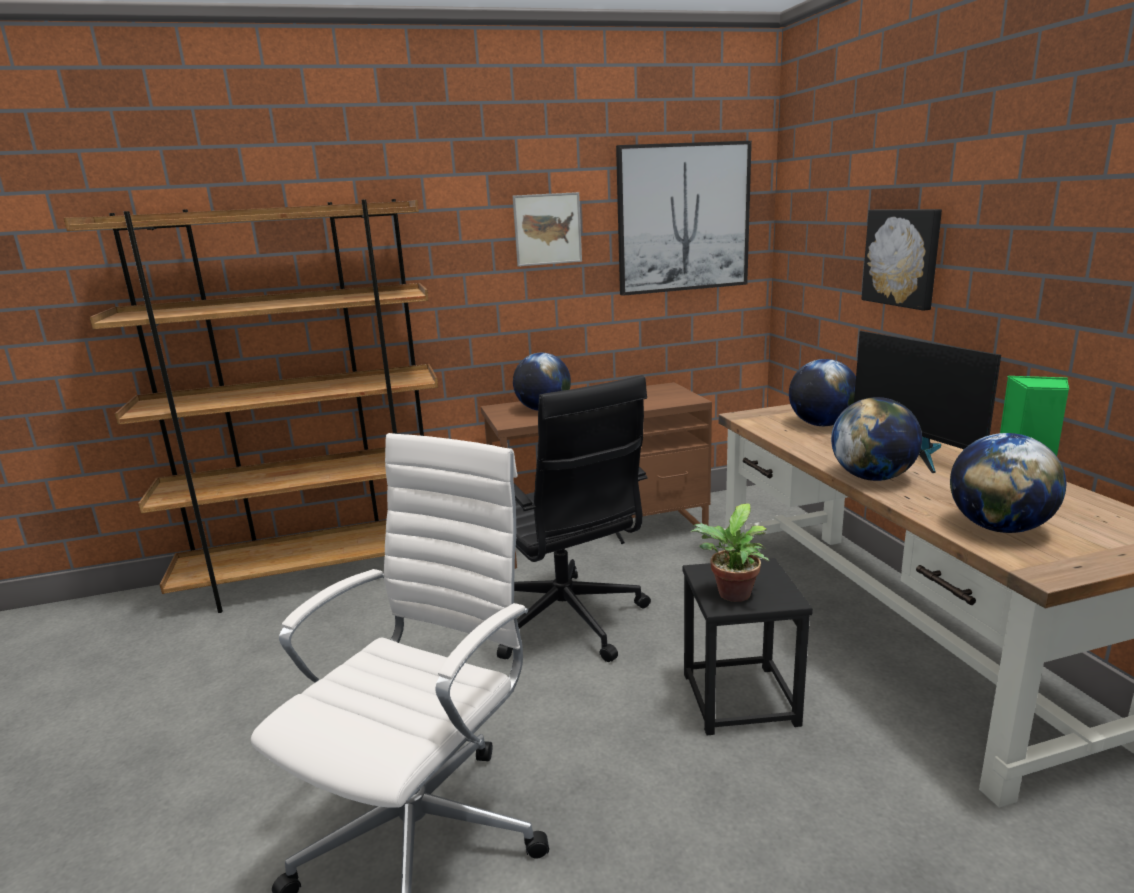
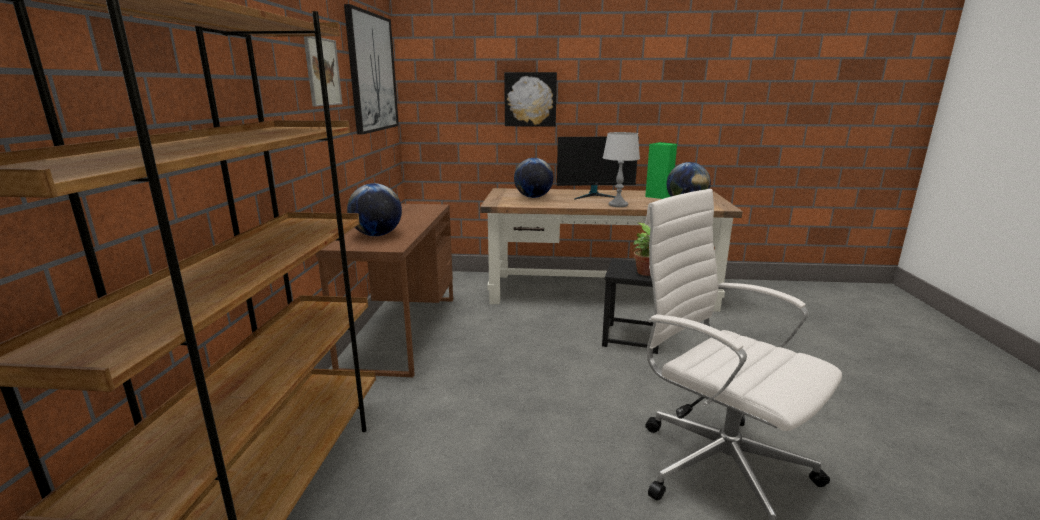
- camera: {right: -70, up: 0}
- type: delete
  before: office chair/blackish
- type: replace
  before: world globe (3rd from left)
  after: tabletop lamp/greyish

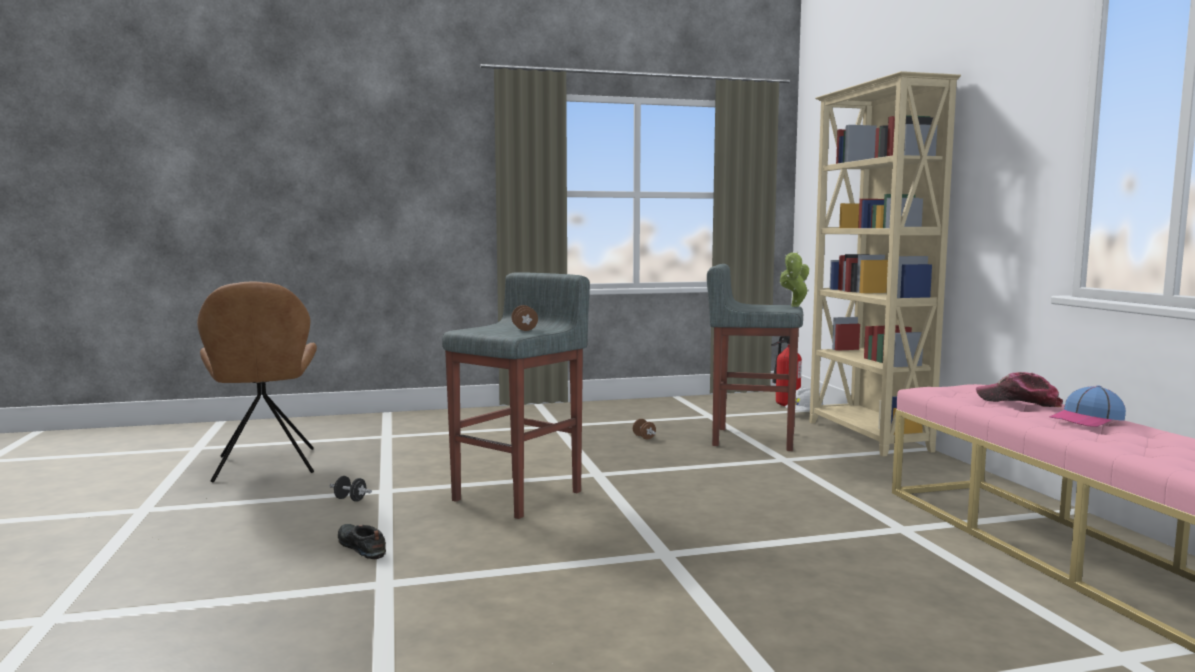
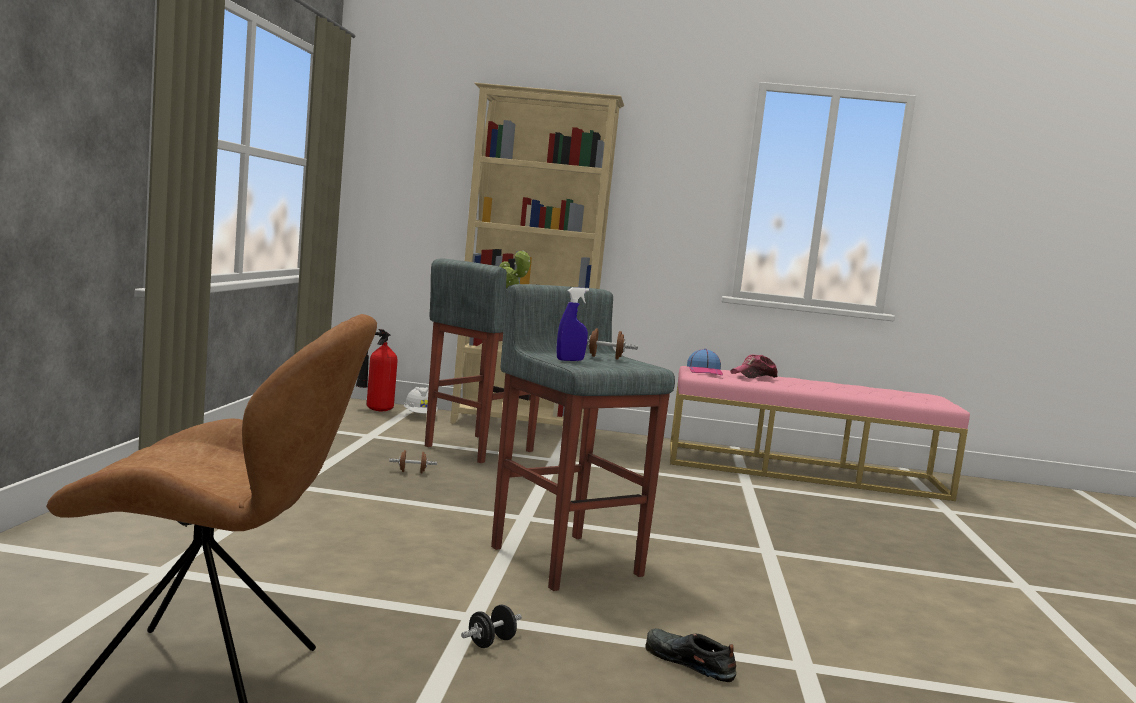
- camera: {right: -70, up: 0}
- type: insert
  after: spray bottle/bluish
- type: move
  before: peaked cap (2nd from left in the first image)
  after: peaked cap (1st from left)
- type: rotate
  before: item of footwear/blackish
  turn: 60

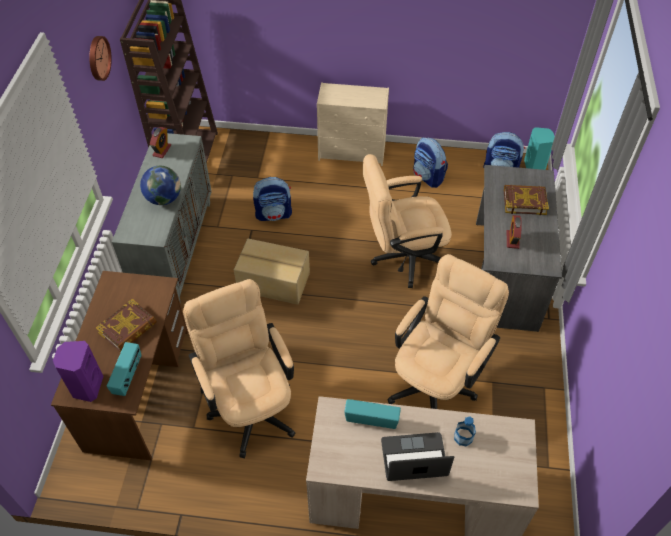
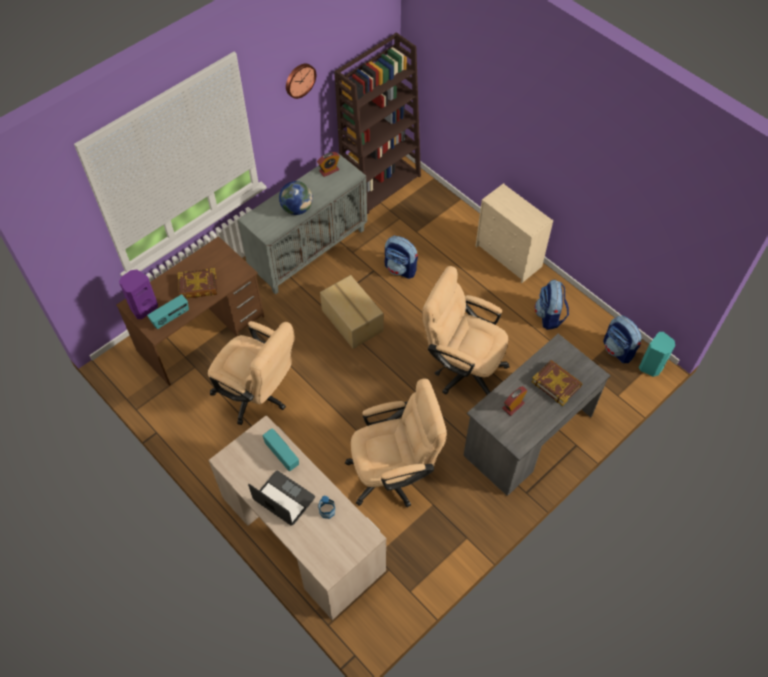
- camera: {right: 40, up: 5}
- type: rotate
  before: office chair/beige (1st from left)
  turn: 105

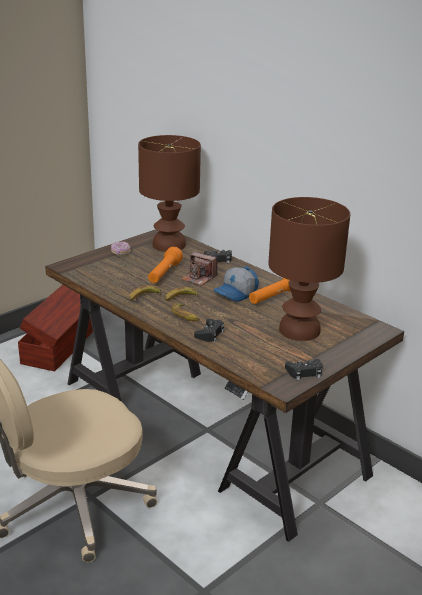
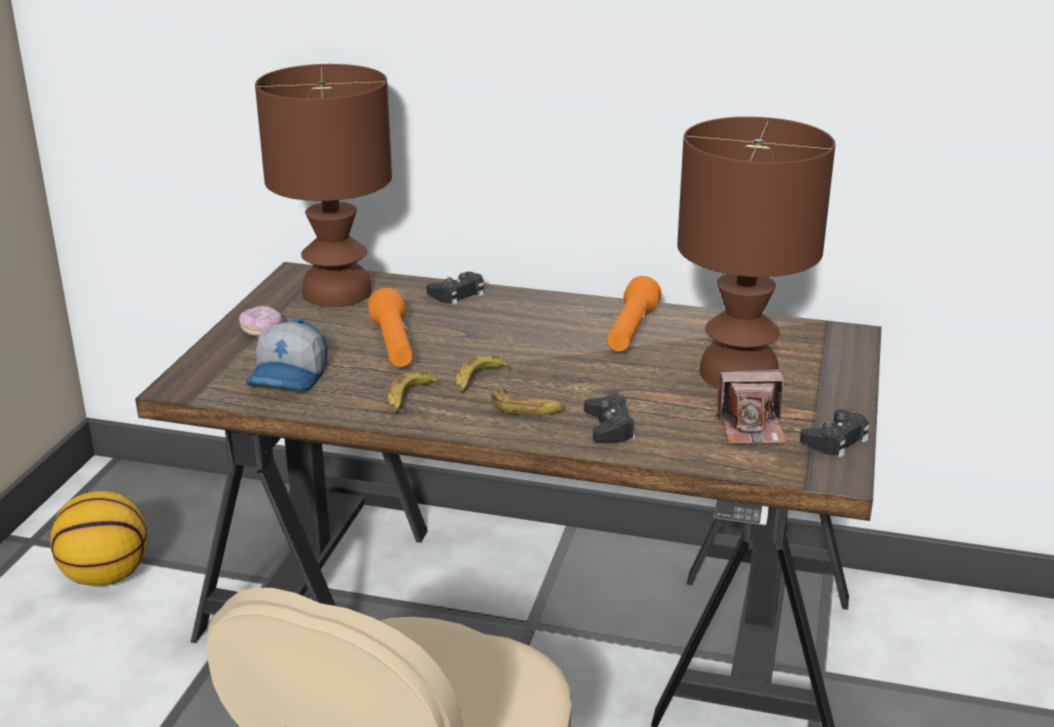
- camera: {right: -30, up: 0}
- type: move
  before: still camera
- type: move
  before: peaked cap
- type: replace
  before: storage box/brownish
  after: ball for basketball

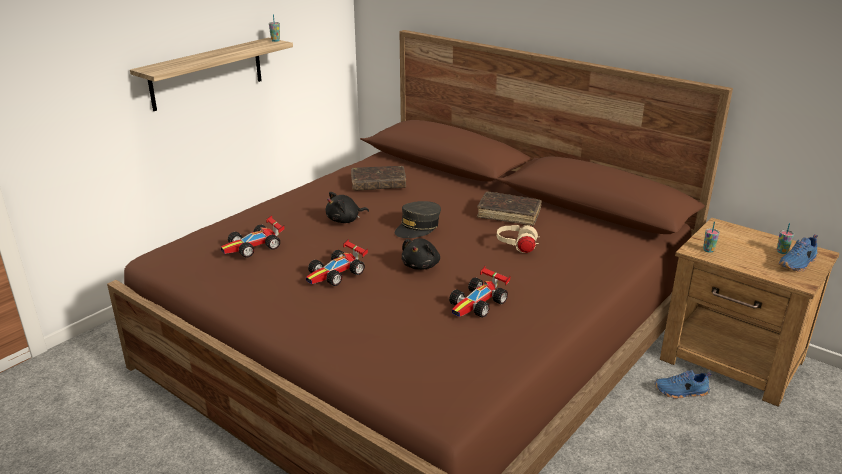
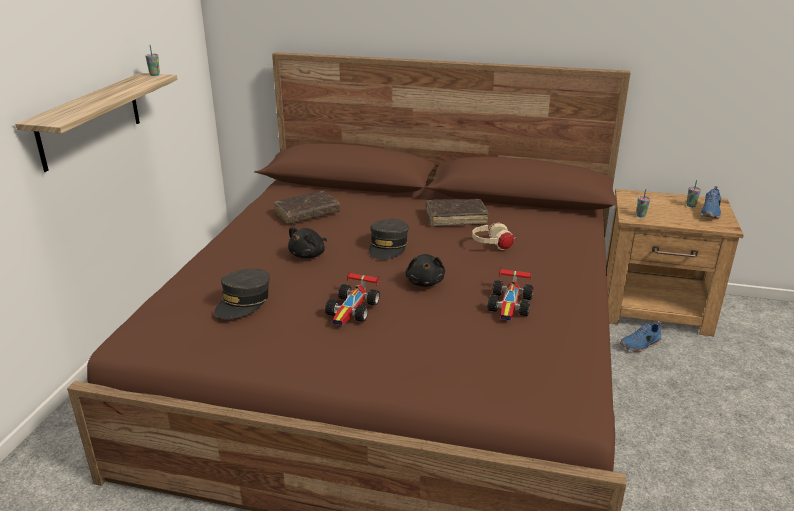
- camera: {right: -25, up: 0}
- type: replace
  before: toy car (1st from left)
  after: peaked cap/greyish (1st from left)

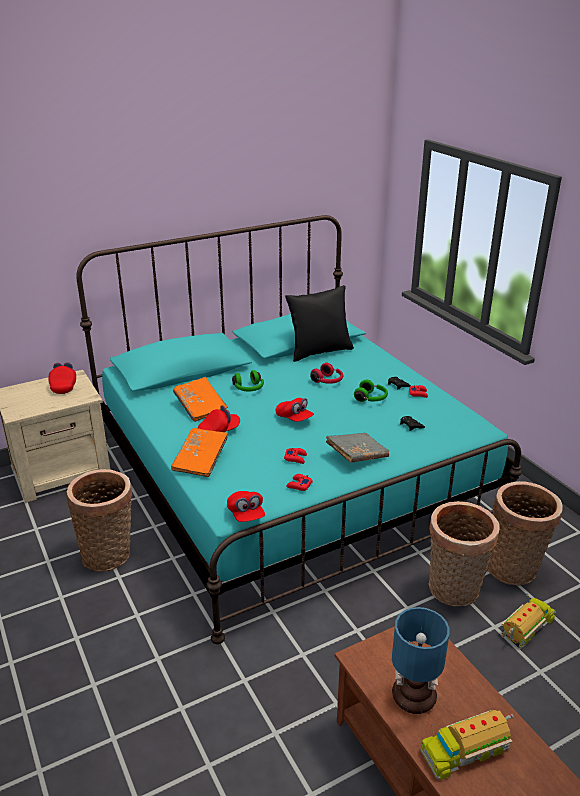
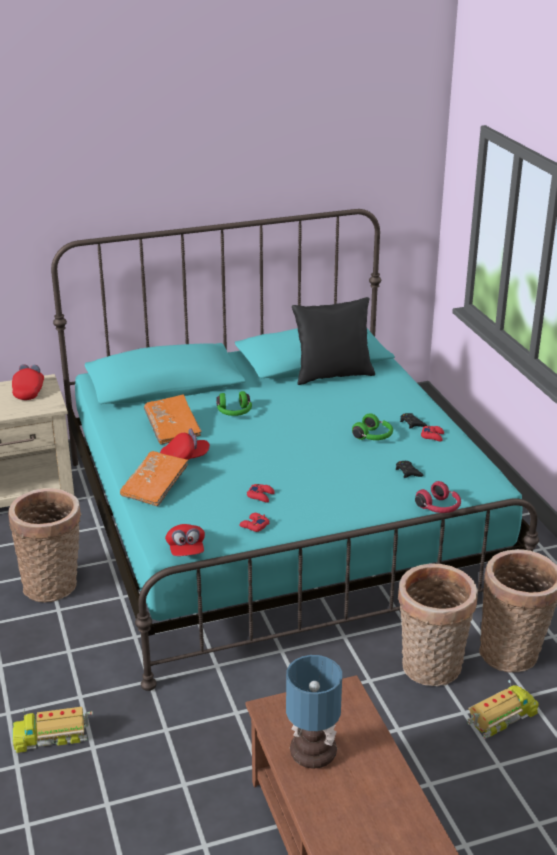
- camera: {right: 10, up: 0}
- type: delete
  before: peaked cap/reddish (4th from left)
- type: delete
  before: bound book/greyish
- type: move
  before: pair of headphones/reddish
- type: move
  before: toy lorry (1st from left)

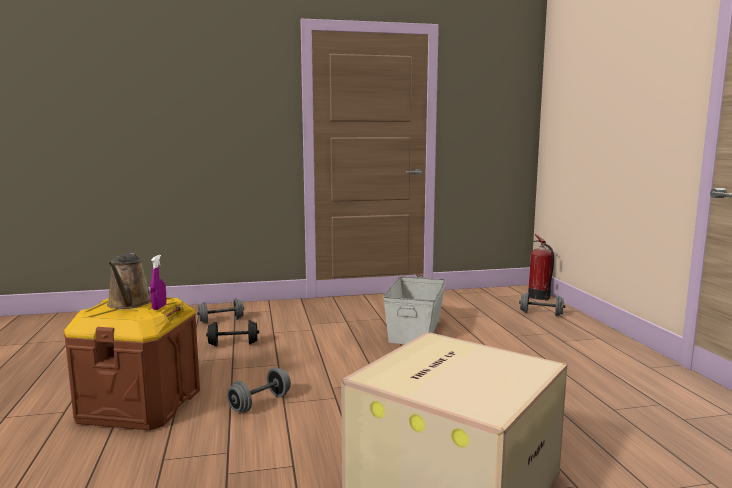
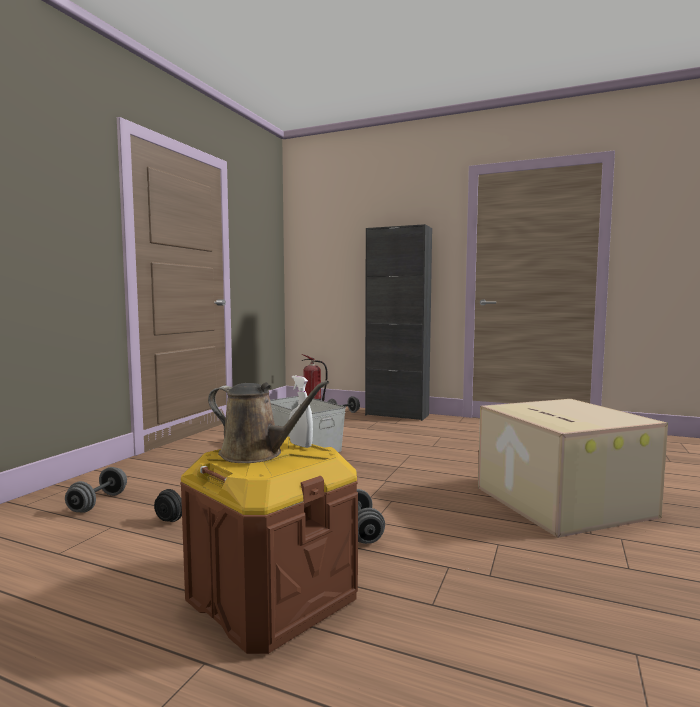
- camera: {right: -55, up: -5}
- type: insert
  after: storage cabinet/blackish
- type: recolor
  before: spray bottle/purplish
  after: spray bottle/whitish

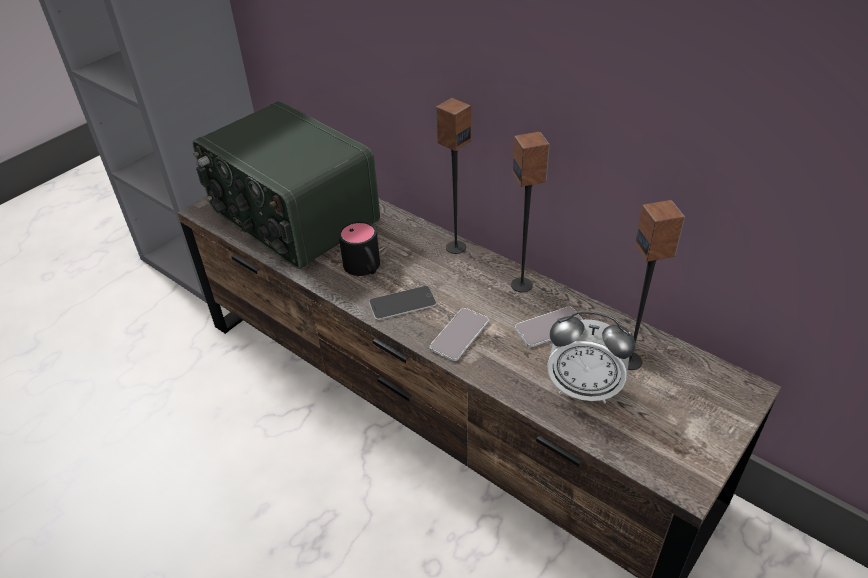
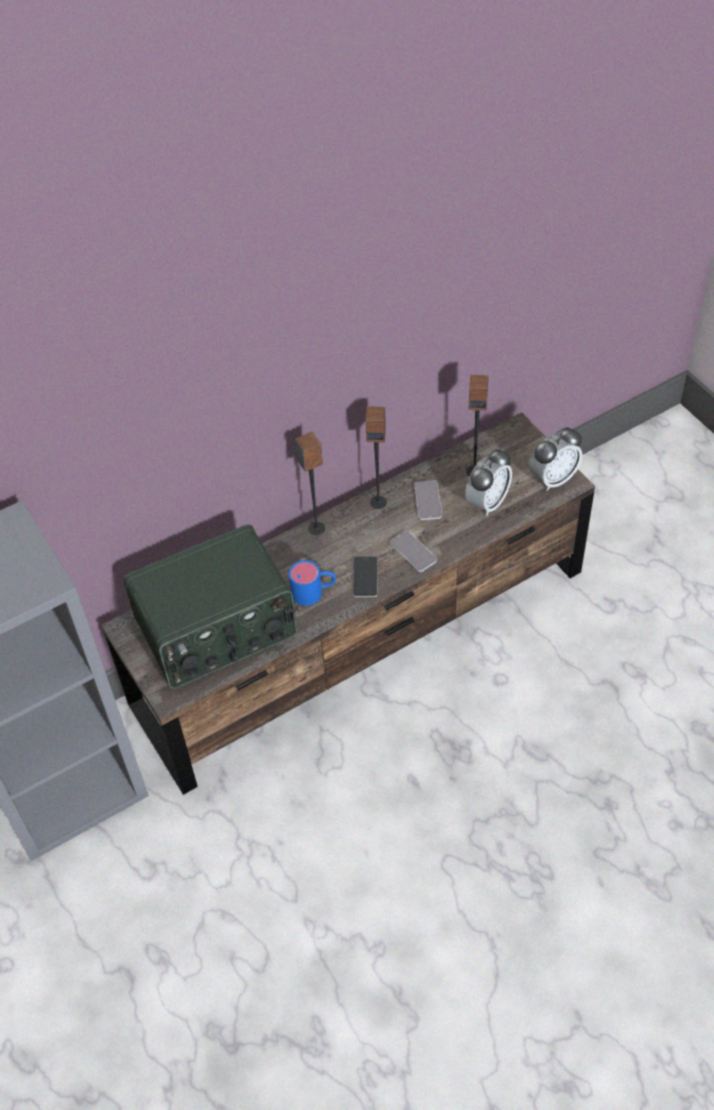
- camera: {right: -70, up: 10}
- type: insert
  after: alarm clock (2nd from left)
- type: recolor
  before: mug/blackish
  after: mug/bluish

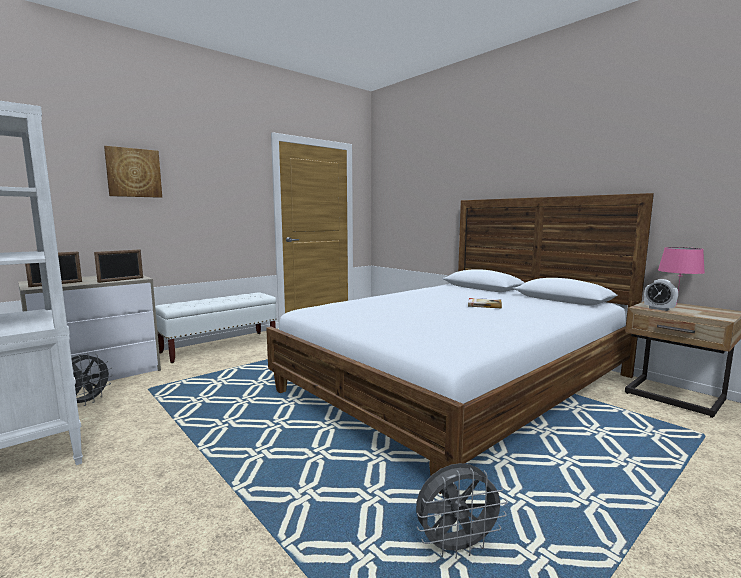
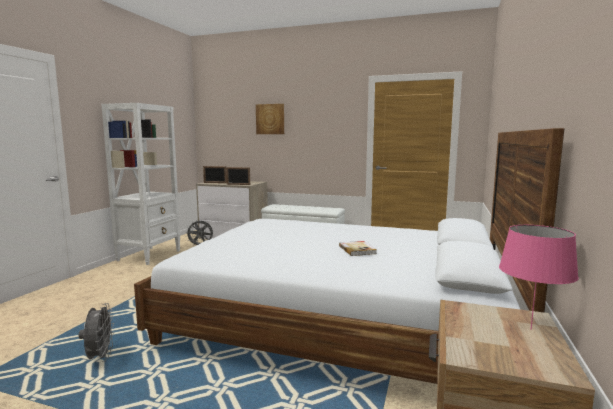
- camera: {right: 60, up: 0}
- type: delete
  before: alarm clock
- type: rotate
  before: fan/greyish (2nd from left in the first image)
  turn: -150

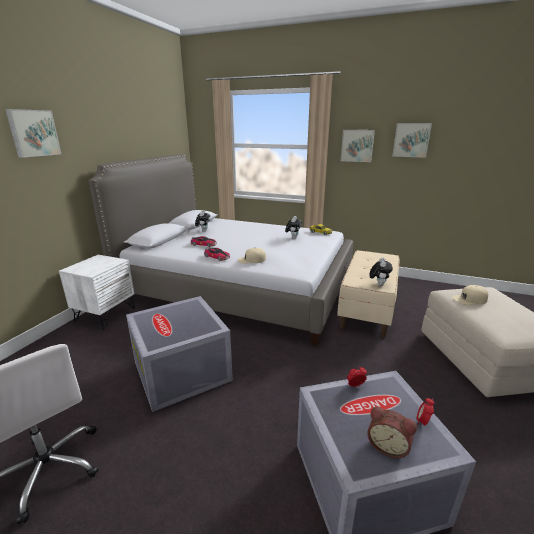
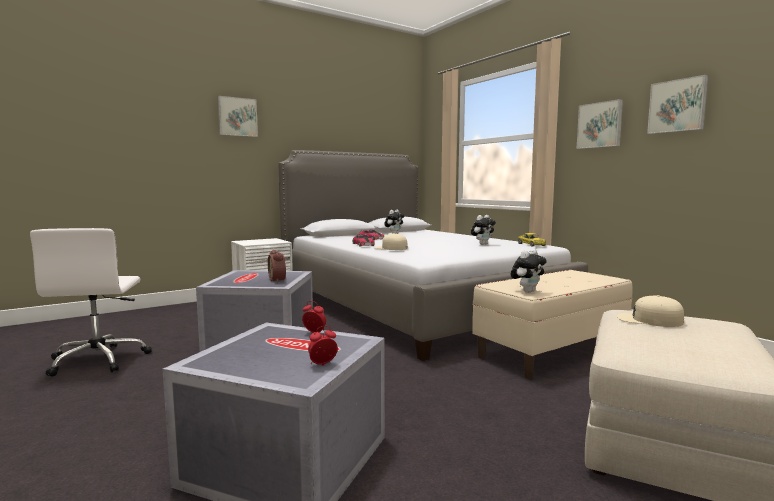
- camera: {right: 35, up: -15}
- type: move
  before: alarm clock (2nd from left in the first image)
  after: alarm clock (1st from left)

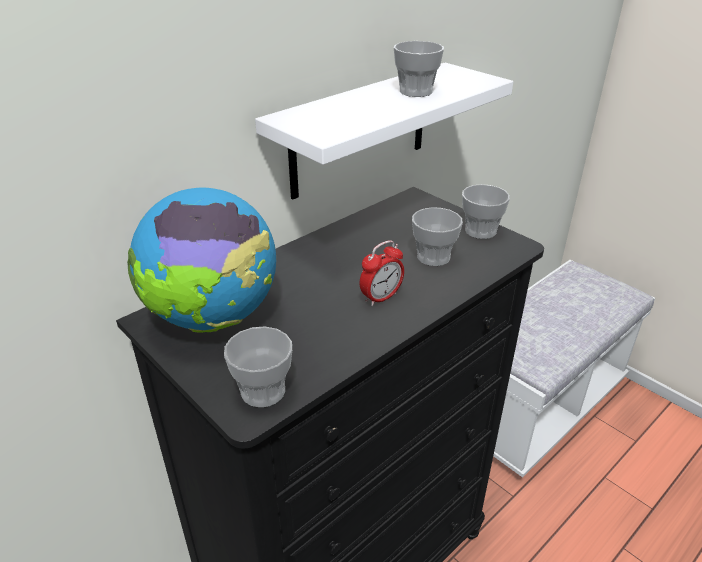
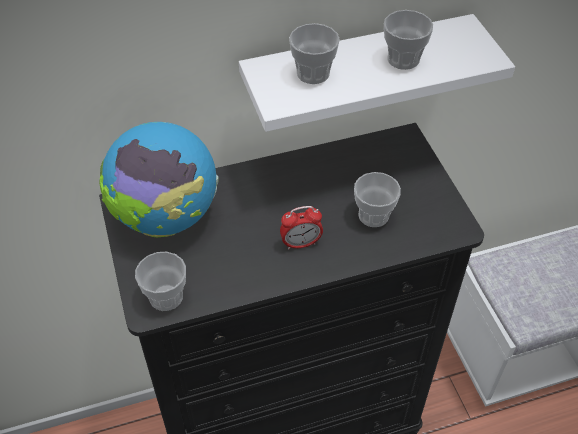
- camera: {right: 25, up: 15}
- type: move
  before: cup (4th from left in the first image)
  after: cup (2nd from left)

